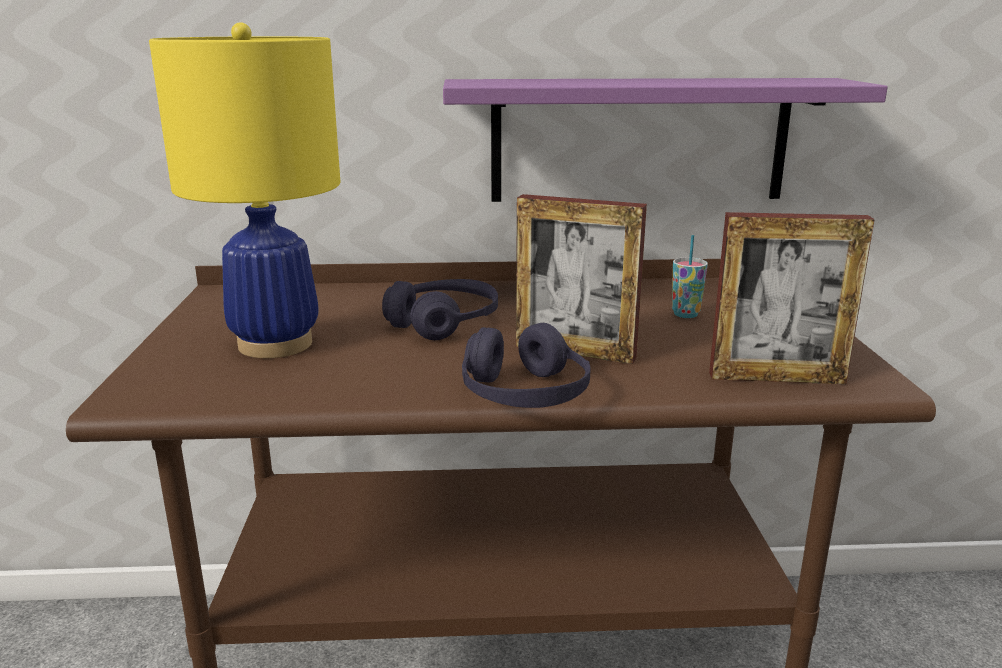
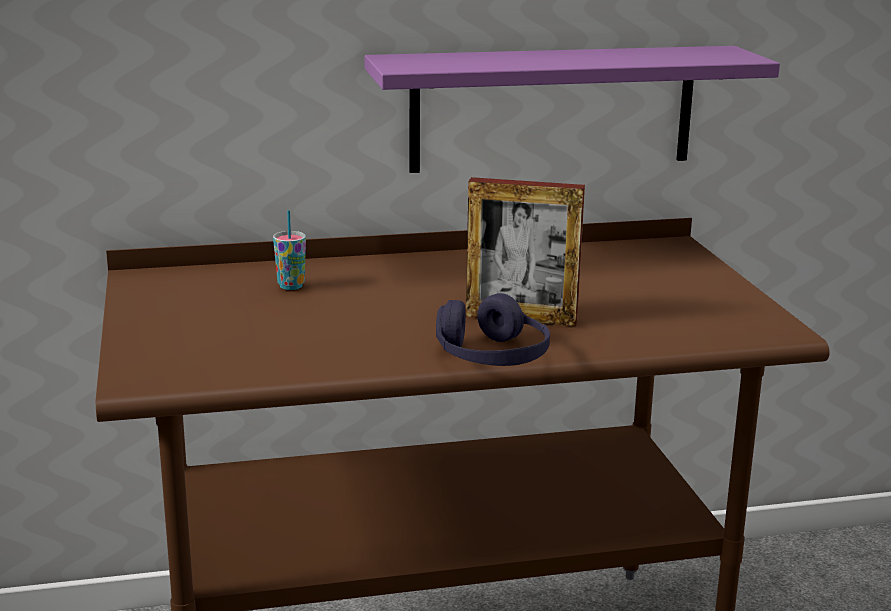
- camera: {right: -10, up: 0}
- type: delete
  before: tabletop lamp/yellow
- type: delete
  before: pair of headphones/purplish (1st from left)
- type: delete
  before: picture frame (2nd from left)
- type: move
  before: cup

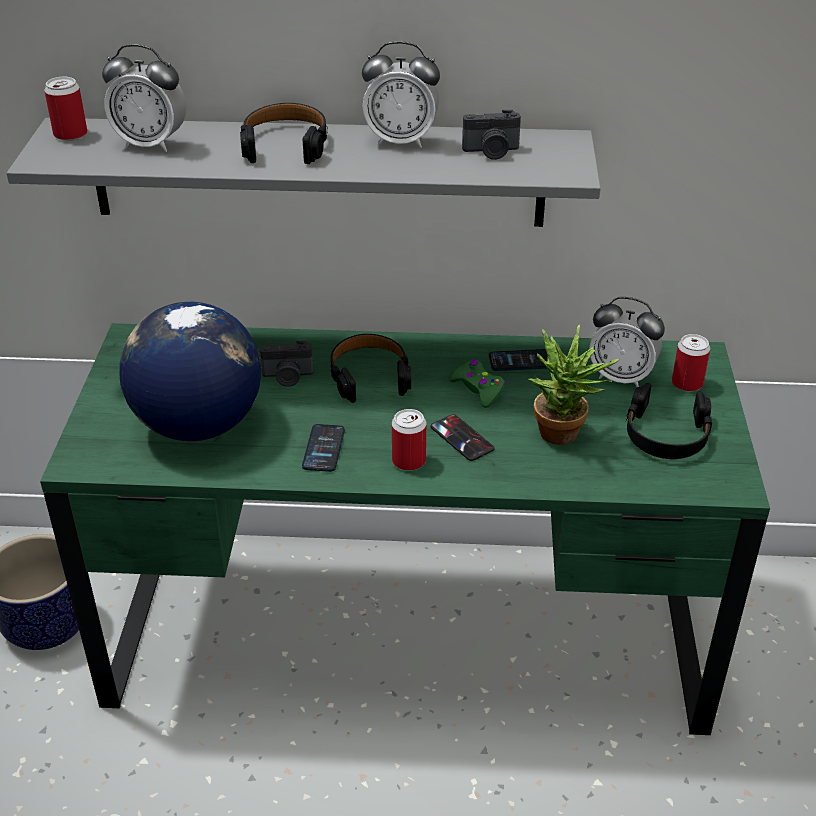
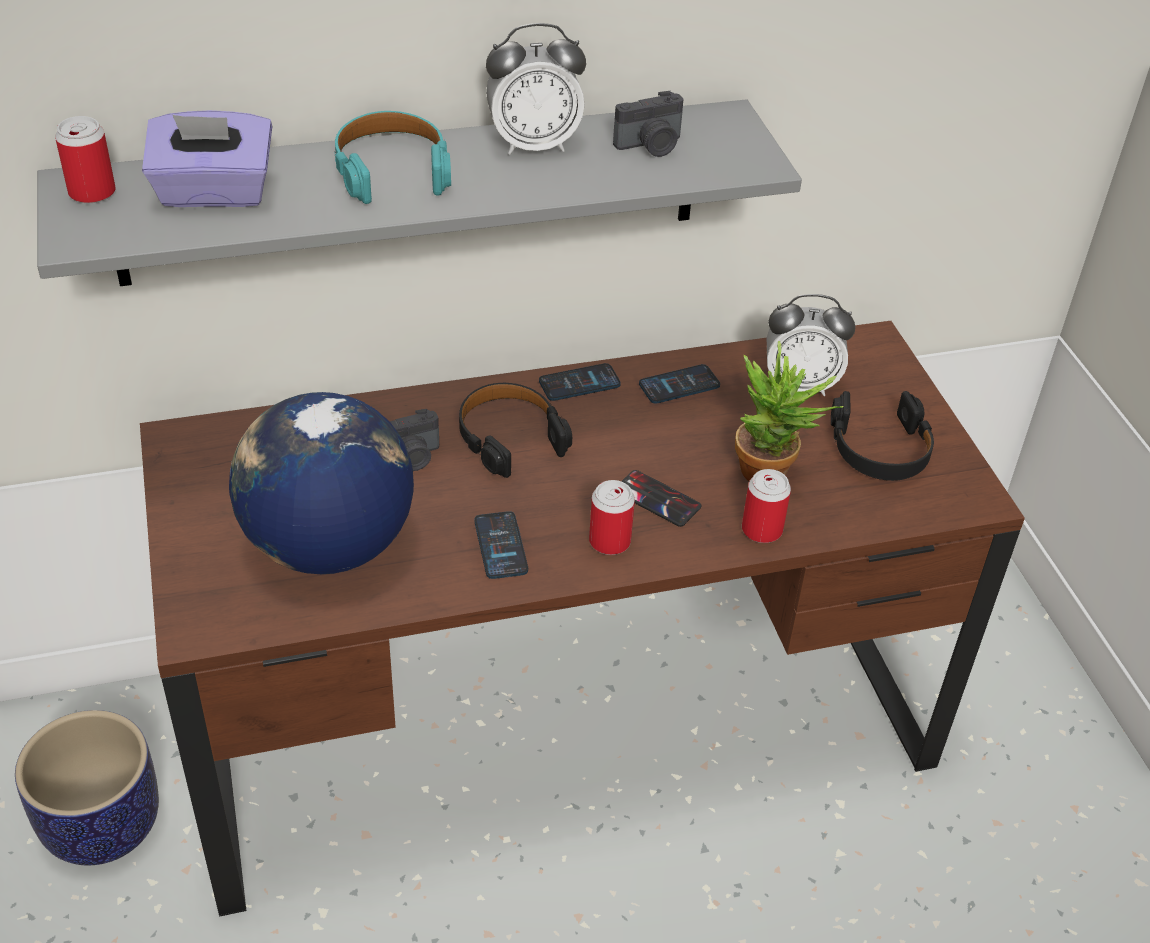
- camera: {right: -20, up: 5}
- type: delete
  before: game controller/green
- type: insert
  after: phone (2nd from left)
- type: move
  before: metal can (3rd from left)
- type: replace
  before: alarm clock (1st from left)
  after: box of tissues/purplish
- type: recolor
  before: desk/green
  after: desk/brownish
- type: recolor
  before: pair of headphones/blackish (1st from left)
  after: pair of headphones/turquoise-coloured

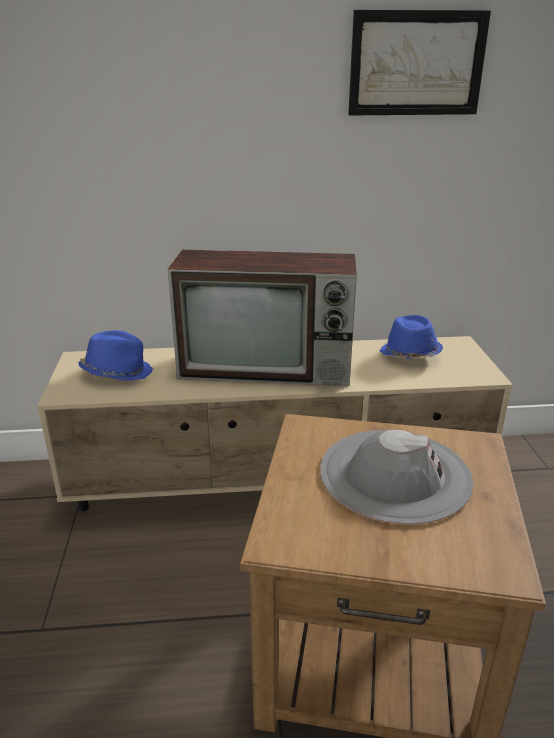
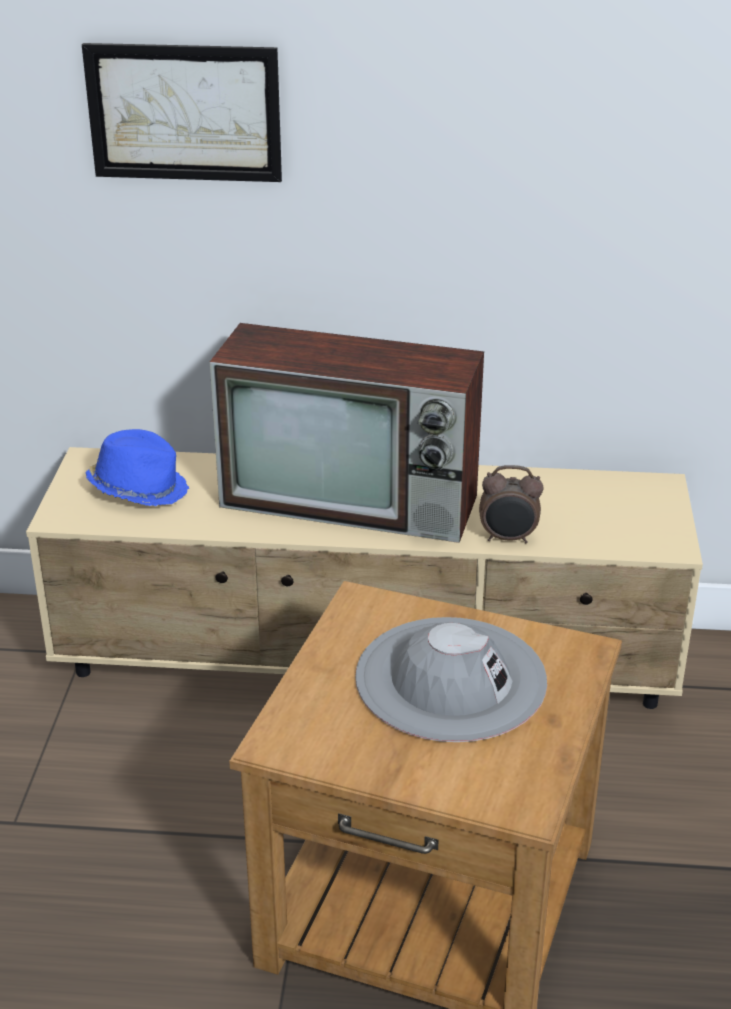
- camera: {right: 10, up: 5}
- type: delete
  before: wearable hat/bluish (2nd from left)
- type: insert
  after: alarm clock
- type: move
  before: wall picture

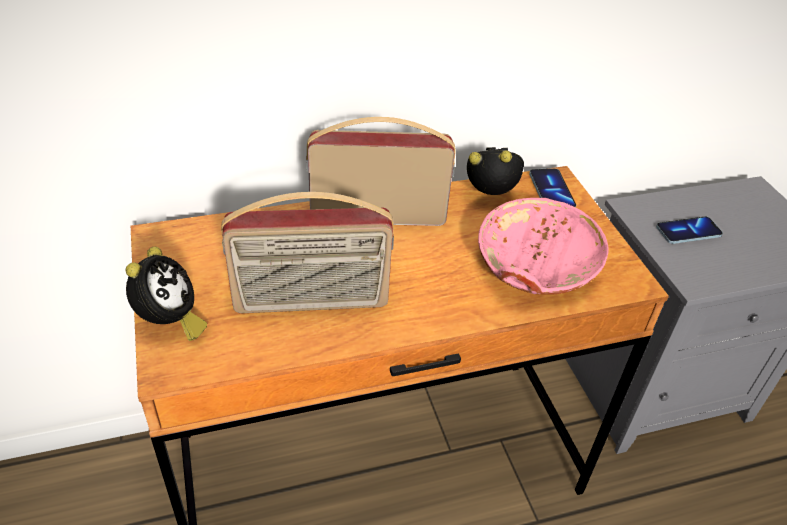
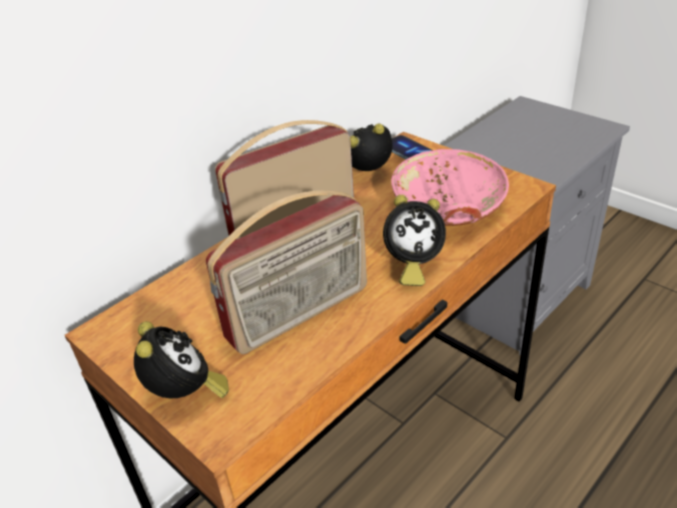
- camera: {right: -25, up: -5}
- type: delete
  before: phone (2nd from left)
- type: insert
  after: alarm clock (3rd from left)

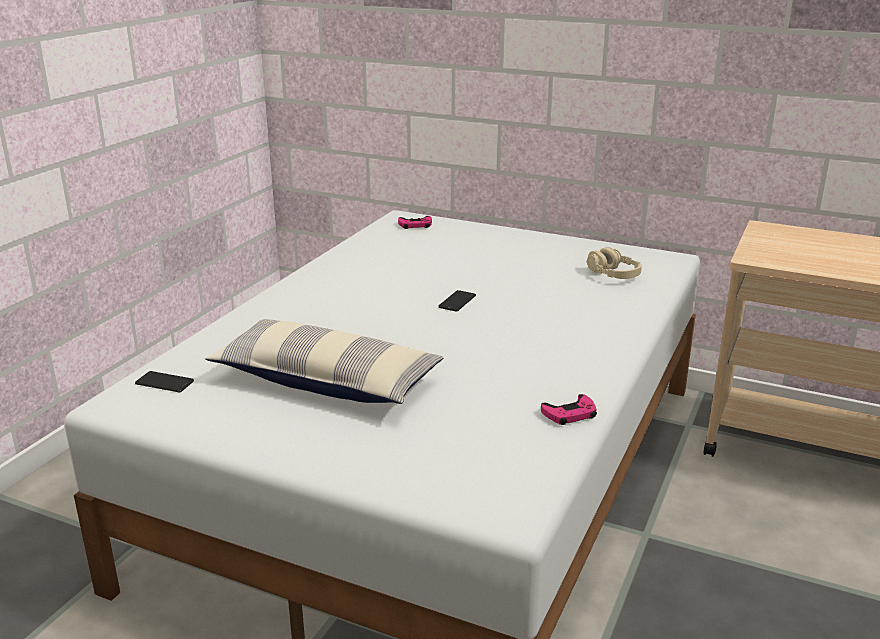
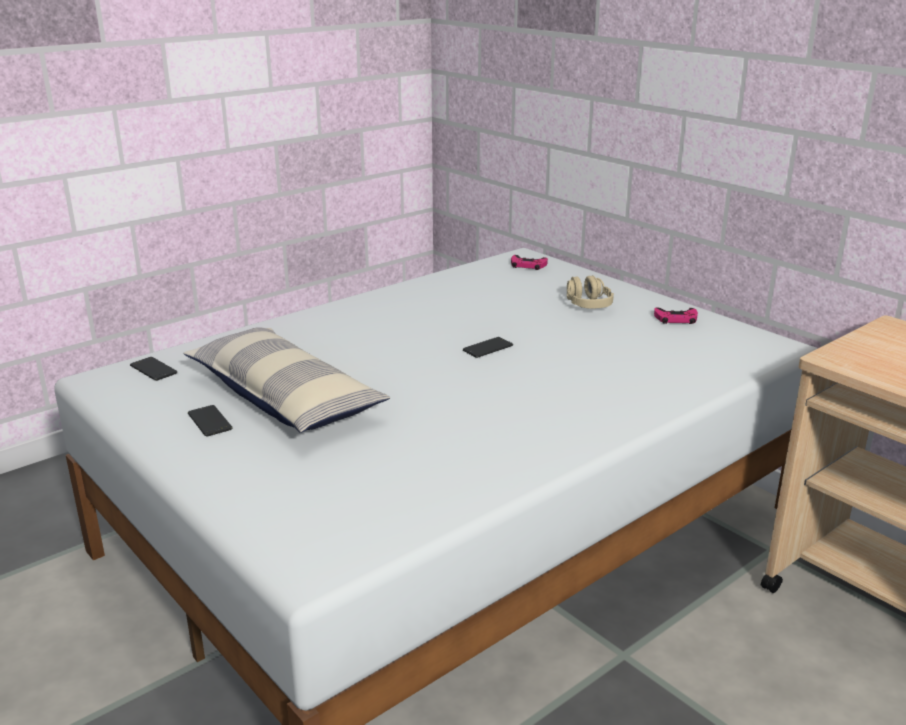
- camera: {right: 25, up: 0}
- type: insert
  after: phone (2nd from left)
- type: move
  before: game controller/pink-coloured (2nd from left)
- type: move
  before: pair of headphones/beige

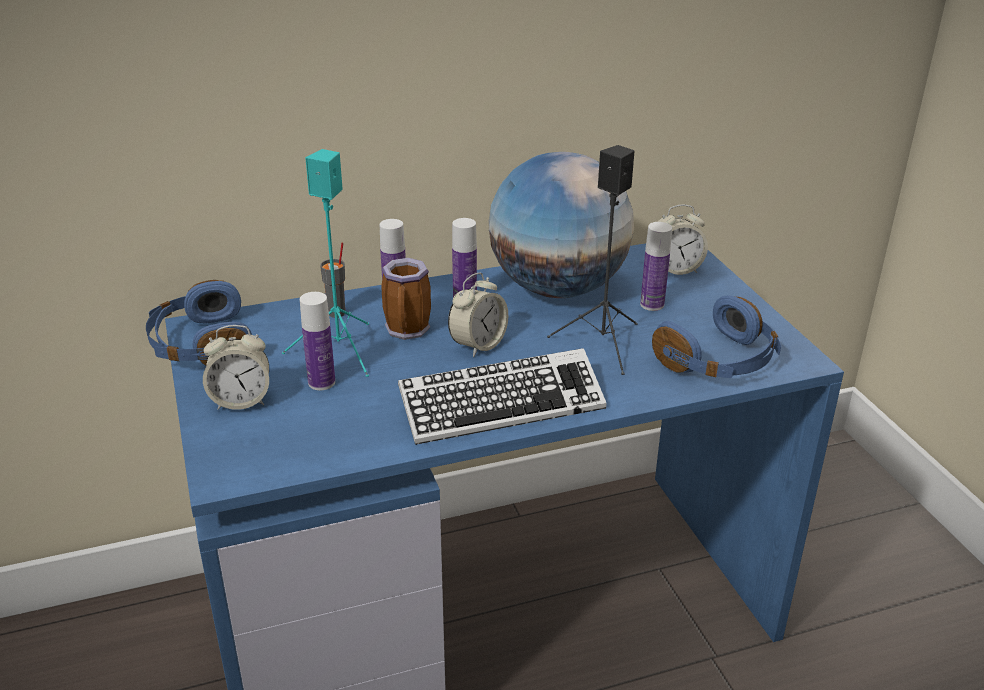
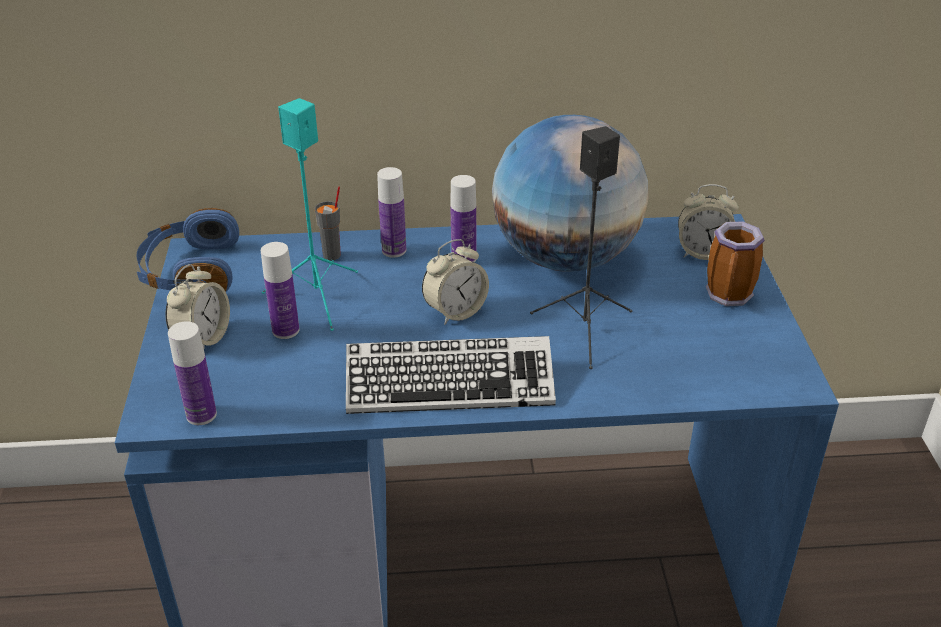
- camera: {right: 15, up: 5}
- type: delete
  before: pair of headphones/bluish (2nd from left)
- type: move
  before: mug
- type: move
  before: drink bottle (4th from left in the first image)
  after: drink bottle (1st from left)
- type: rotate
  before: alarm clock (1st from left)
  turn: -75

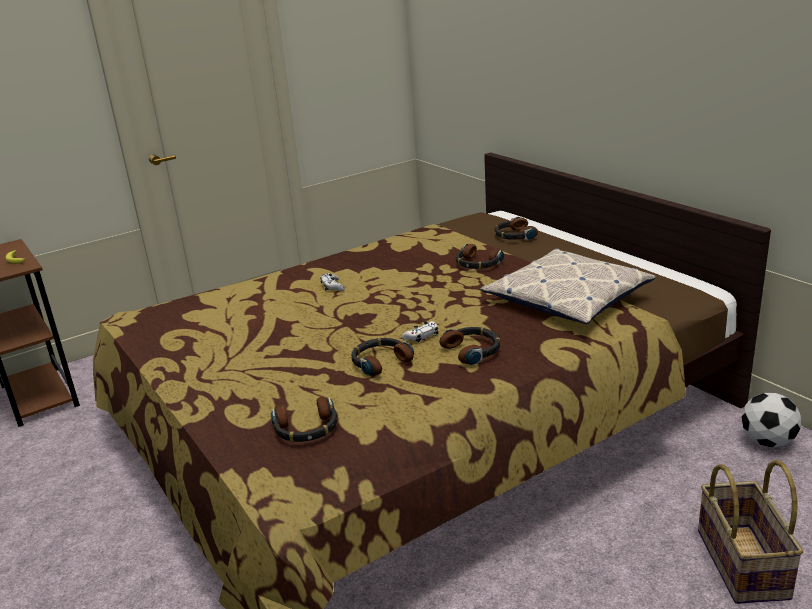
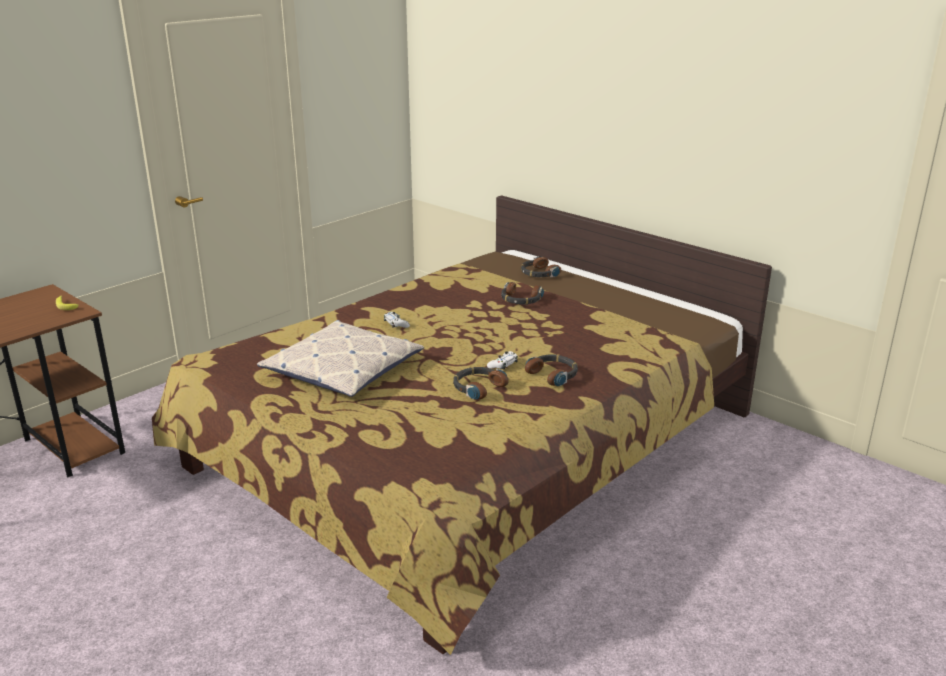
- camera: {right: -15, up: 0}
- type: delete
  before: pair of headphones (1st from left)
- type: delete
  before: household basket
- type: delete
  before: ball for football
- type: move
  before: pillow

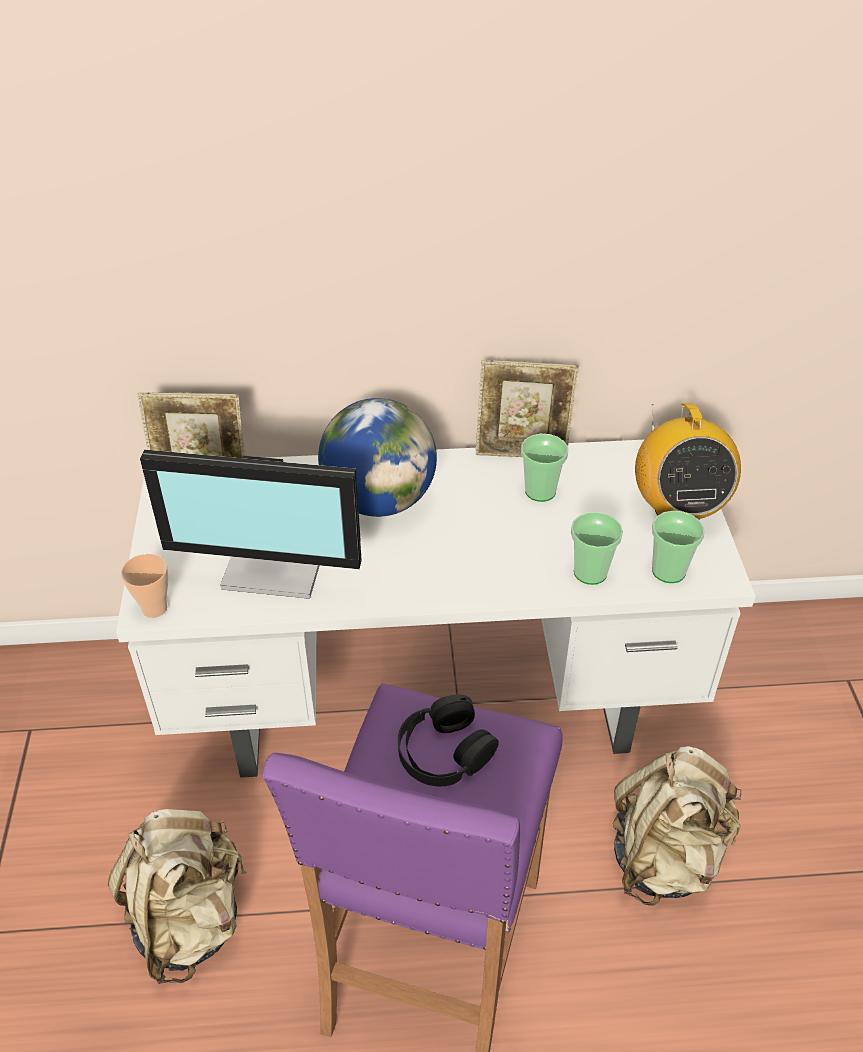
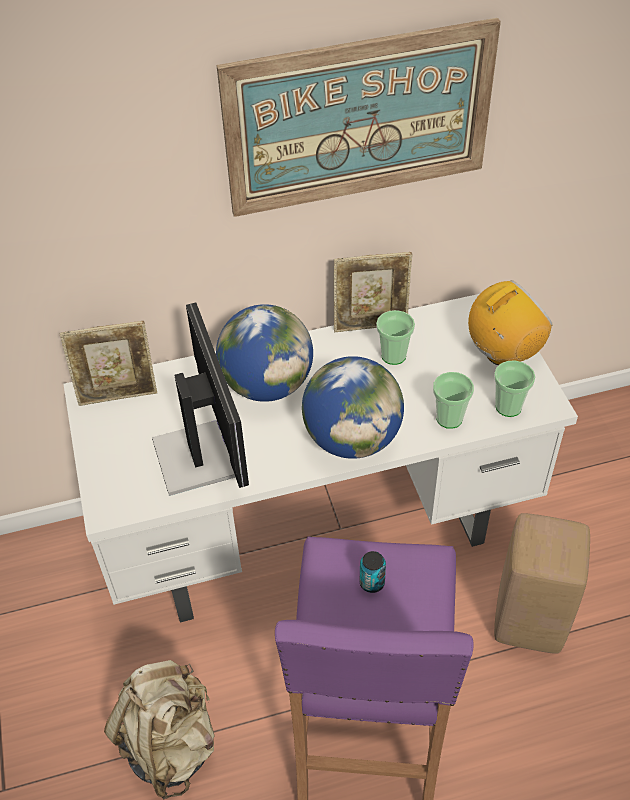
- camera: {right: -10, up: 5}
- type: delete
  before: cup (1st from left)
- type: insert
  after: wall picture
- type: insert
  after: world globe (2nd from left)
- type: replace
  before: pair of headphones/blackish
  after: metal can
- type: replace
  before: knapsack/beige (2nd from left)
  after: stool seat/beige
- type: rotate
  before: monitor
  turn: -105
- type: rotate
  before: radio receiver
  turn: -105

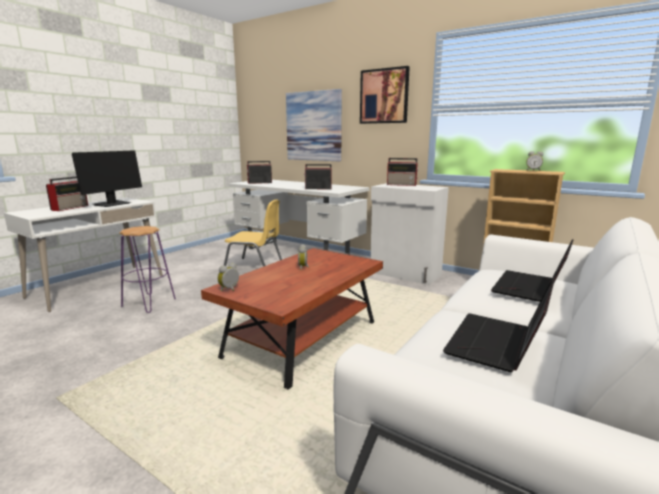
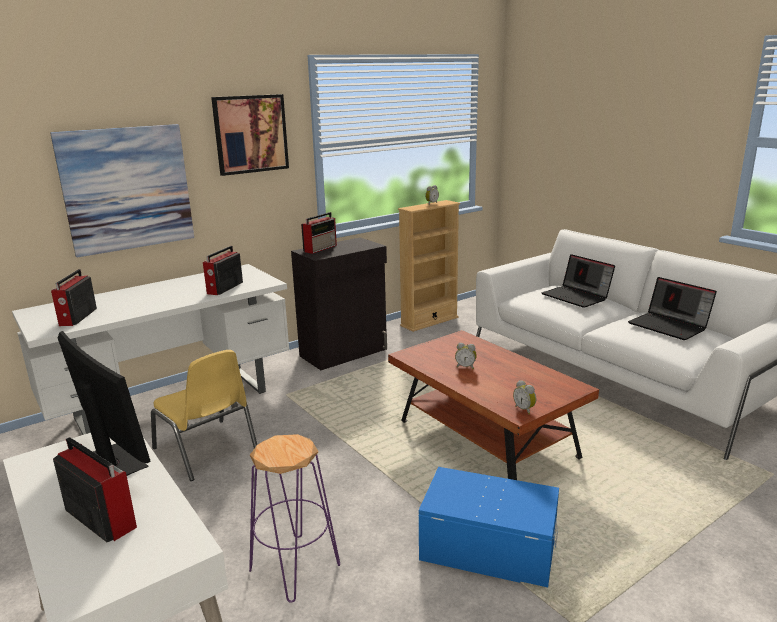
- camera: {right: -70, up: 5}
- type: insert
  after: storage box/bluish
- type: recolor
  before: storage cabinet/whitish
  after: storage cabinet/blackish
- type: rotate
  before: chair/yellow
  turn: 105

